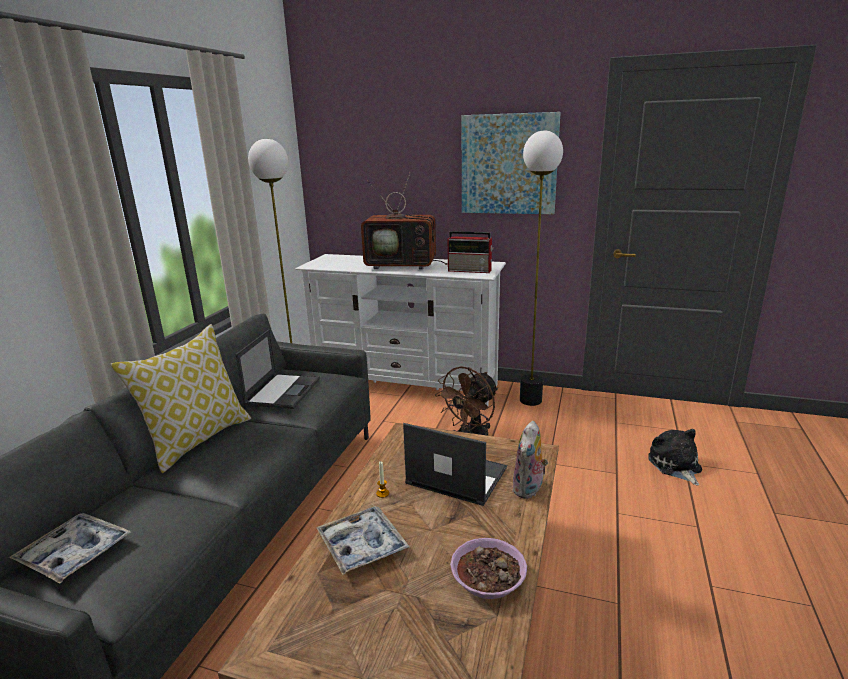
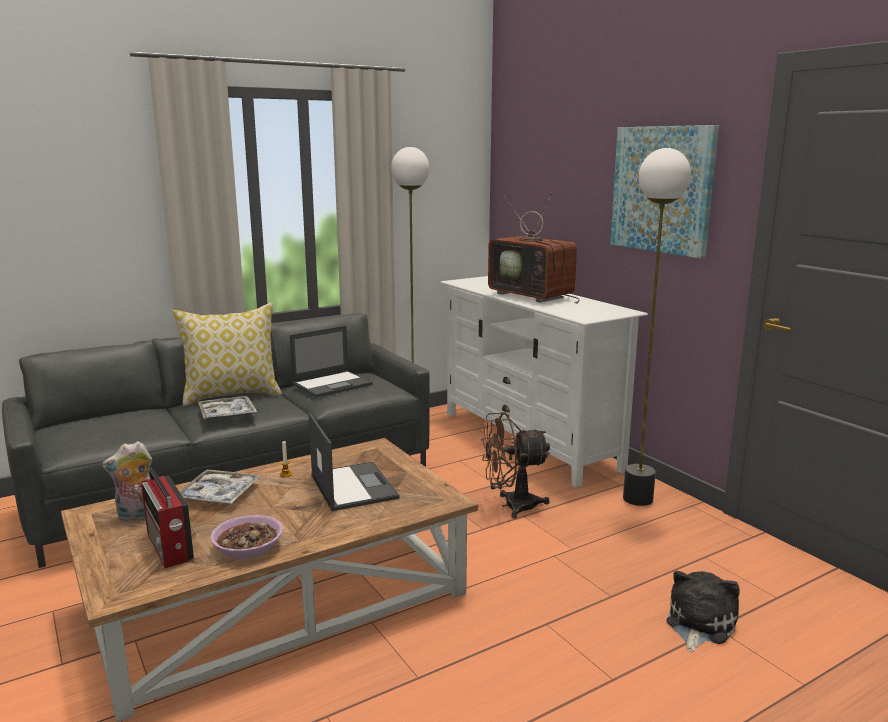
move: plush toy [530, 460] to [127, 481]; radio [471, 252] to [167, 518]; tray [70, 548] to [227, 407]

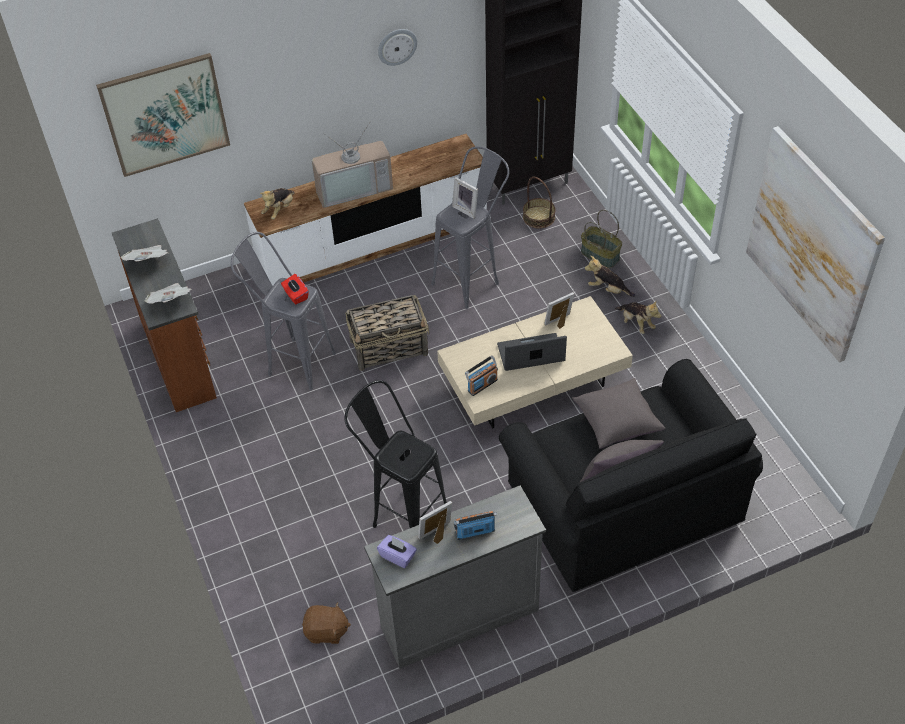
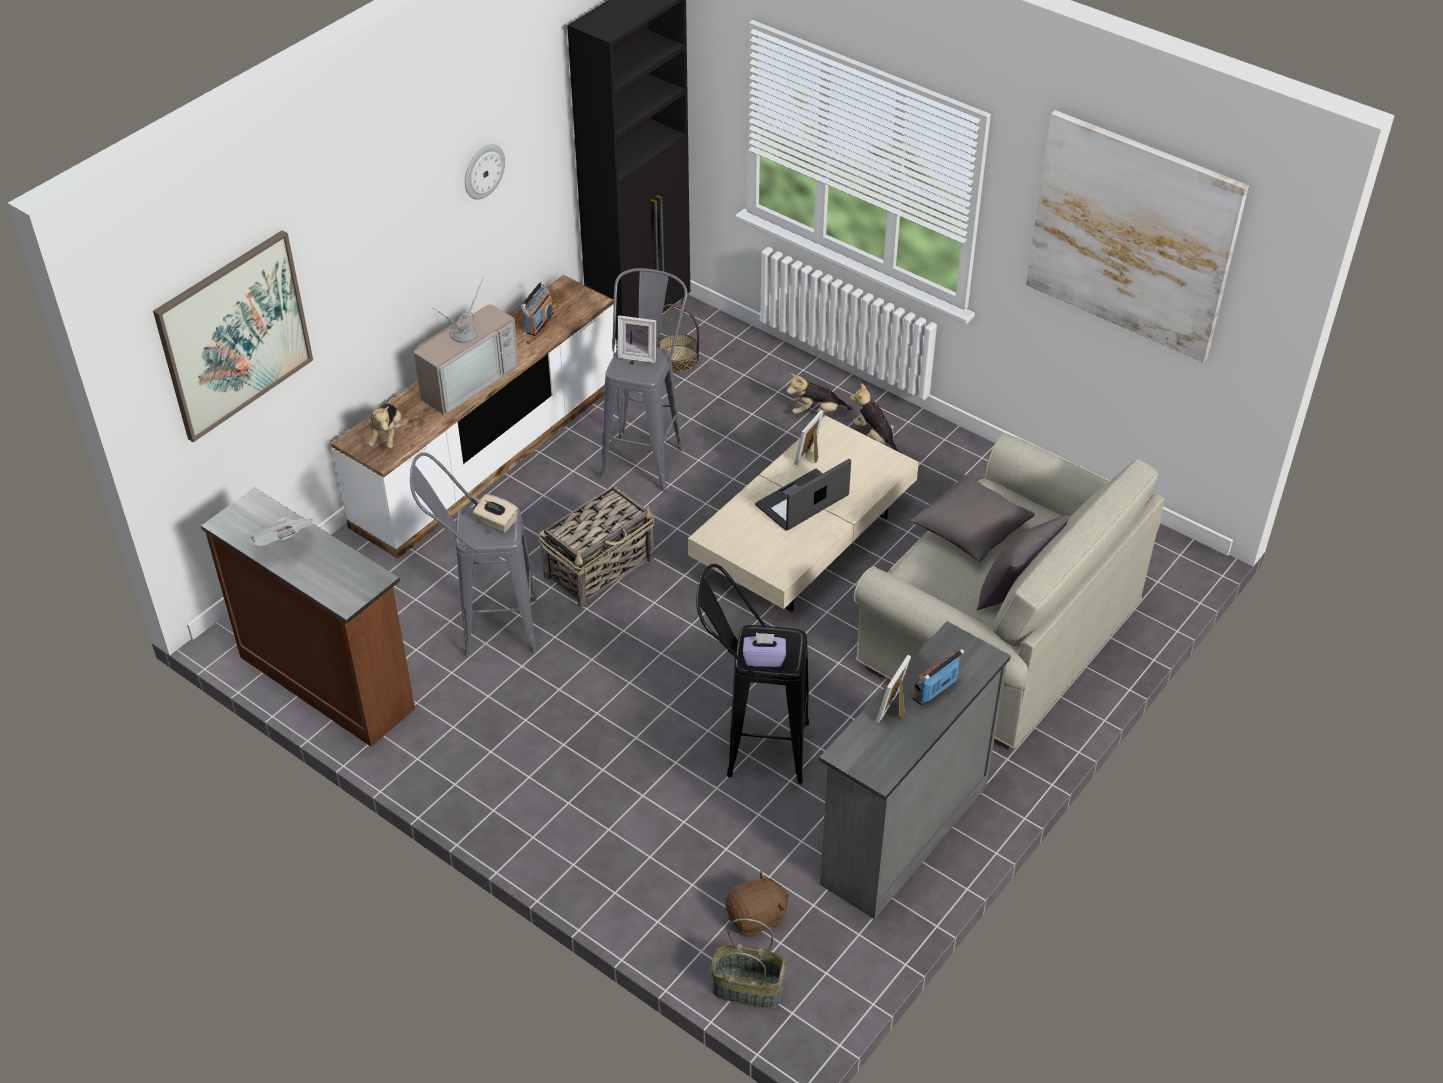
delete: newspaper [168, 293]
move: radio [481, 375] to [537, 309]; basket [601, 239] to [748, 963]; tissue box/purple [397, 551] to [764, 650]
recolor: tissue box/red [295, 289] to tissue box/beige [495, 513]; sofa/black [631, 475] to sofa/beige [1009, 591]
rotate: plush toy [638, 318] = [876, 418] 150 degrees counterclockwise

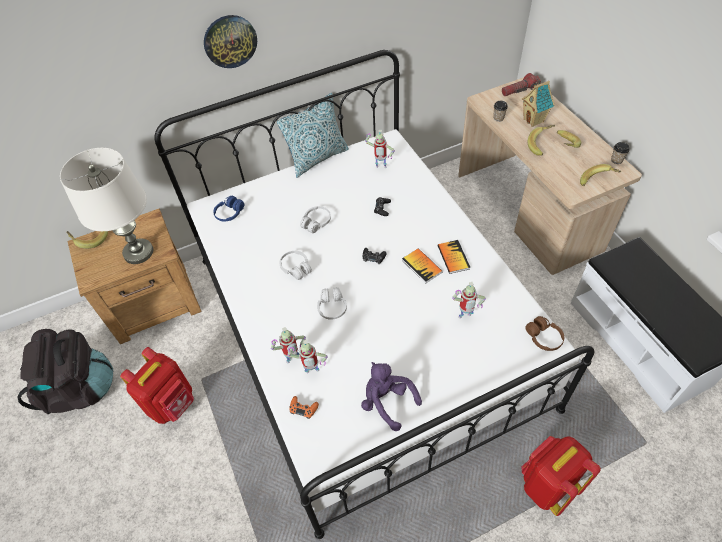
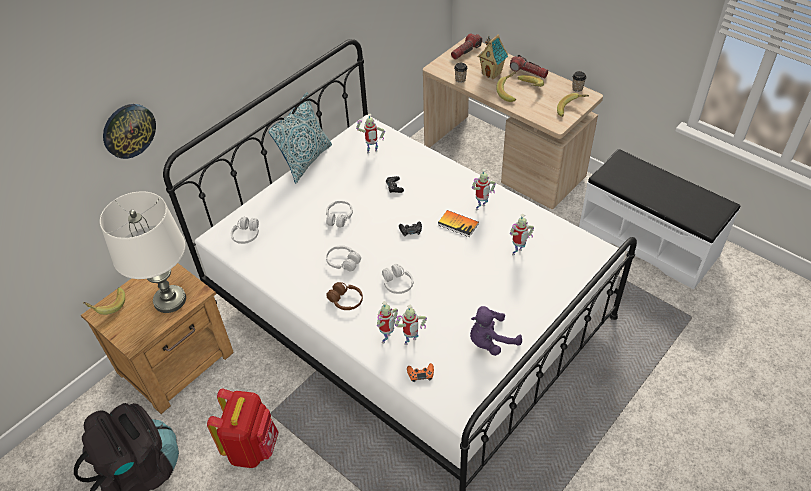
delete: backpack/red [561, 476]
insert: flashlight [529, 66]
move: wall clock [230, 41] to [129, 131]; headphones/brown [544, 333] to [344, 296]
replace: book [454, 257] to toy robot [484, 189]
recolor: headphones/blue [228, 209] to headphones/white [245, 230]
rotate: plush toy/purple [391, 396] = [496, 331] 45 degrees counterclockwise

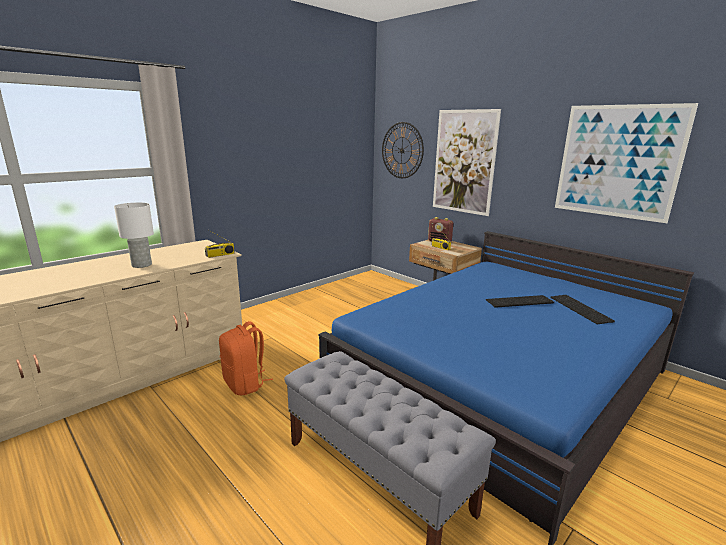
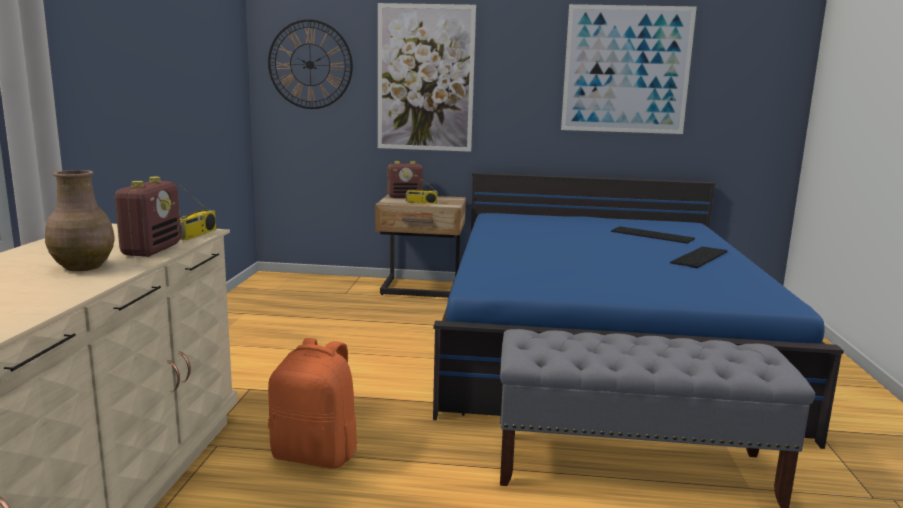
insert: radio [148, 217]
move: keyboard [520, 301] to [699, 257]
replace: table lamp/white [134, 235] to vase/brown [80, 220]

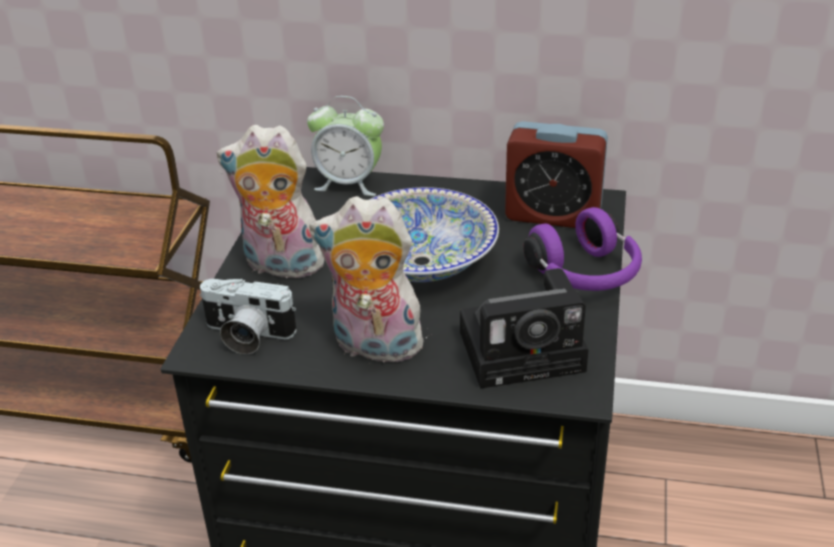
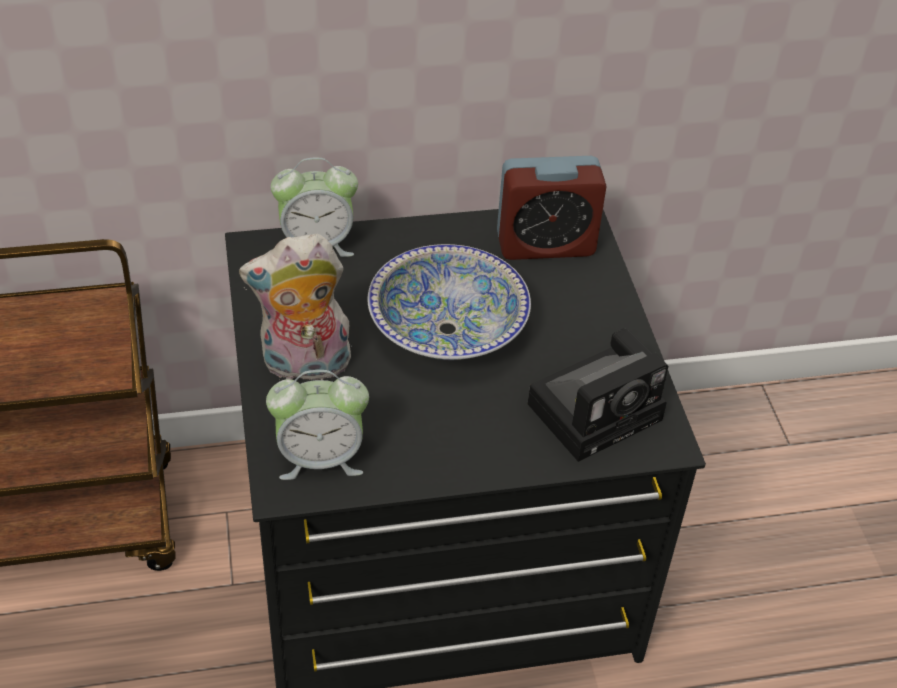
delete: plush toy [370, 282]; headphones/purple [582, 249]
replace: photo camera [248, 316] to alarm clock [317, 425]

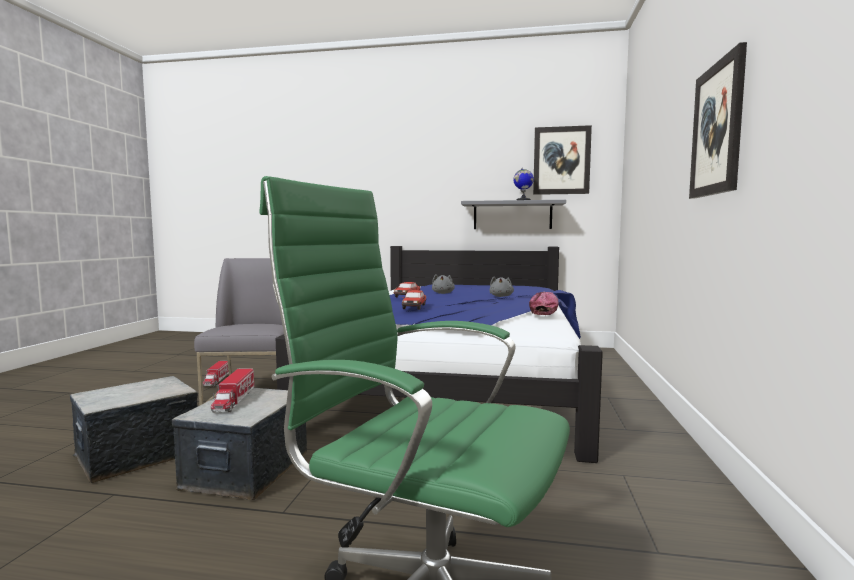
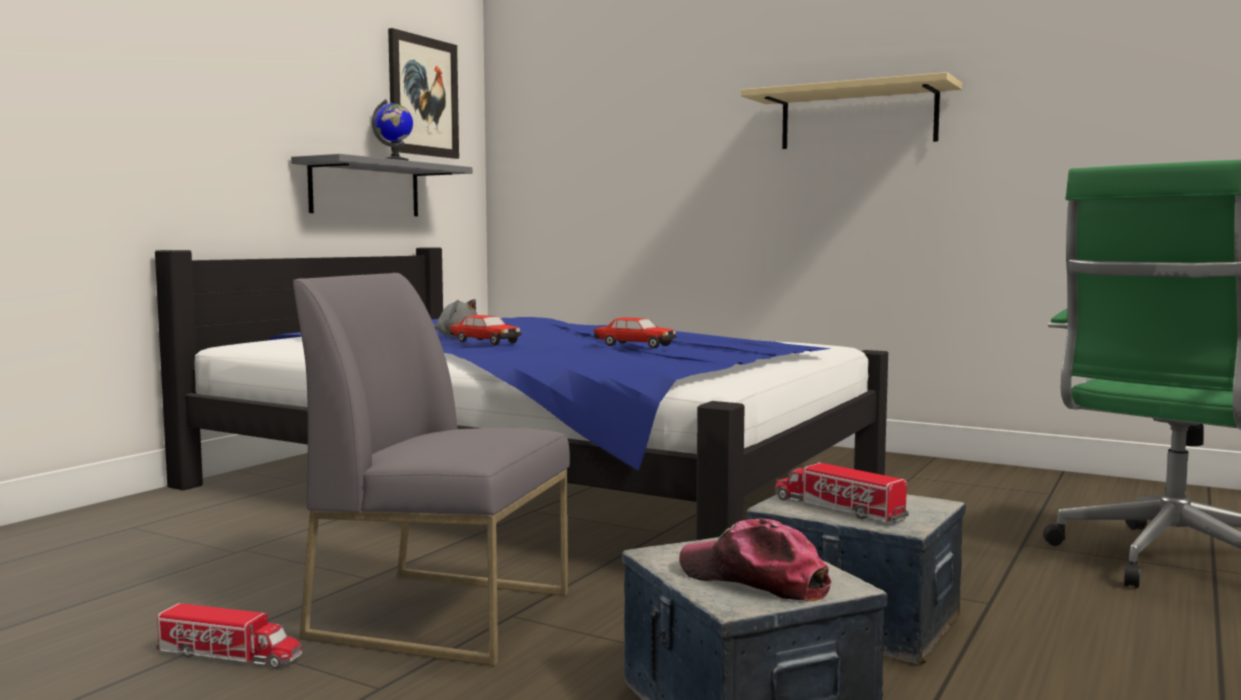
delete: plush toy/grey [501, 287]
move: cap [544, 303] to [755, 559]
replace: picture [718, 120] to shelf/beige [851, 110]
rotate: toy truck [233, 390] = [842, 492] 150 degrees counterclockwise

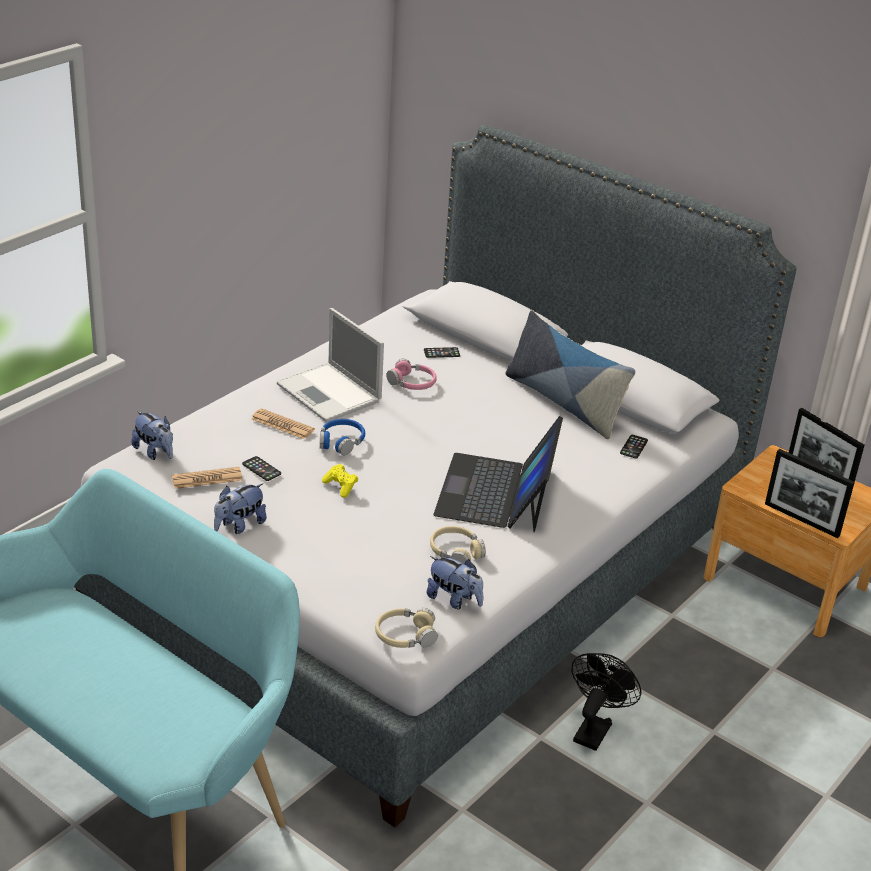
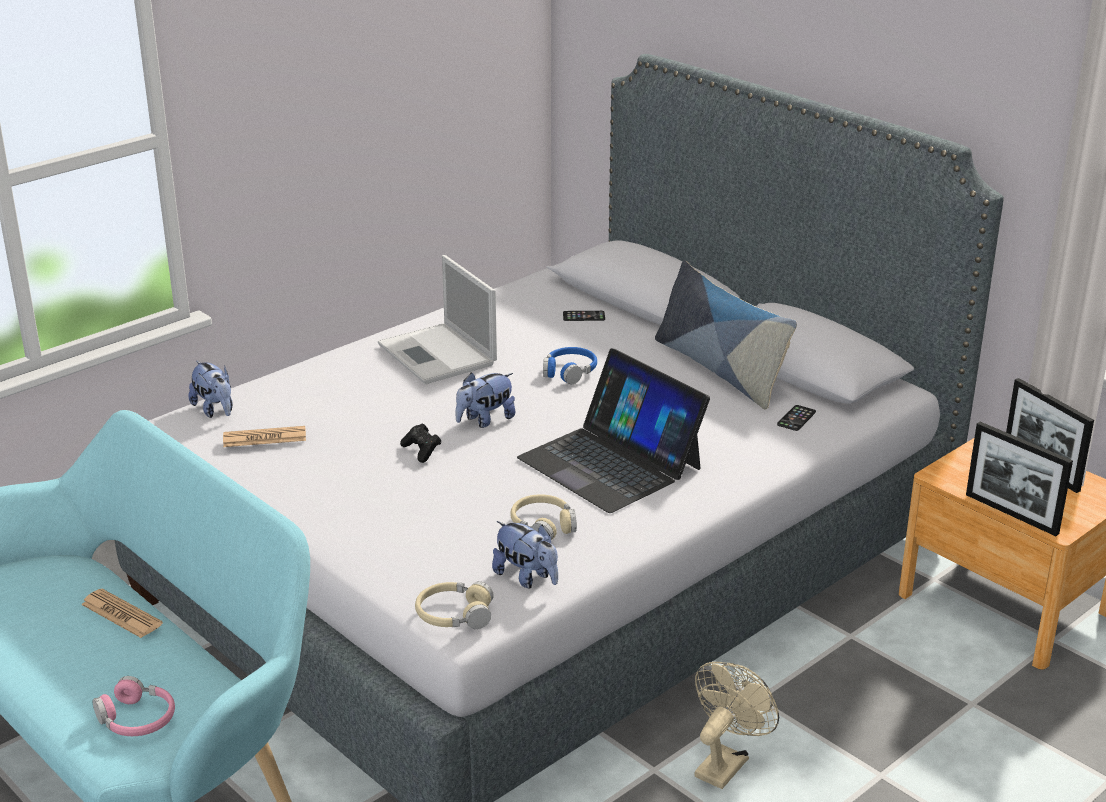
delete: phone [261, 468]
move: newspaper [283, 423] to [122, 613]; headphones/pink [411, 374] to [133, 706]; plush toy [240, 508] to [485, 400]; headphones/blue [342, 437] to [570, 365]
recolor: game controller/yellow [340, 481] to game controller/black [420, 443]; fan/black [606, 702] to fan/beige [736, 725]
rotate: laptop [498, 474] = [613, 430] 60 degrees counterclockwise

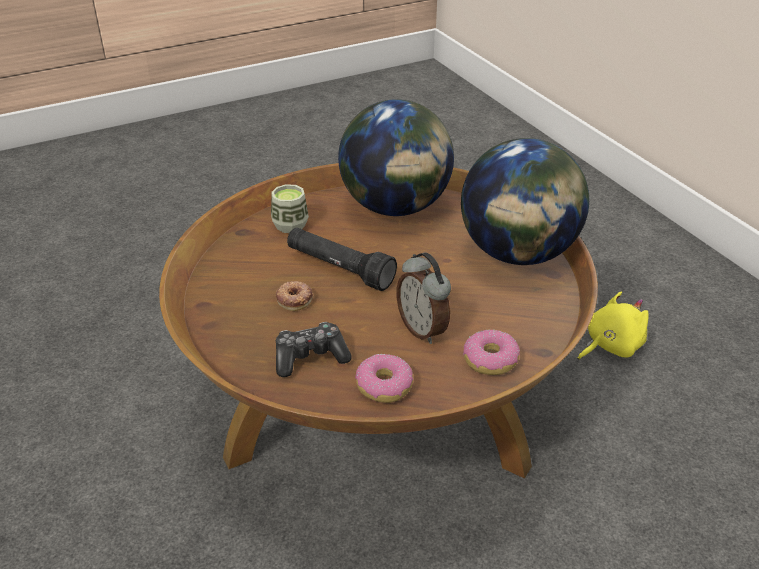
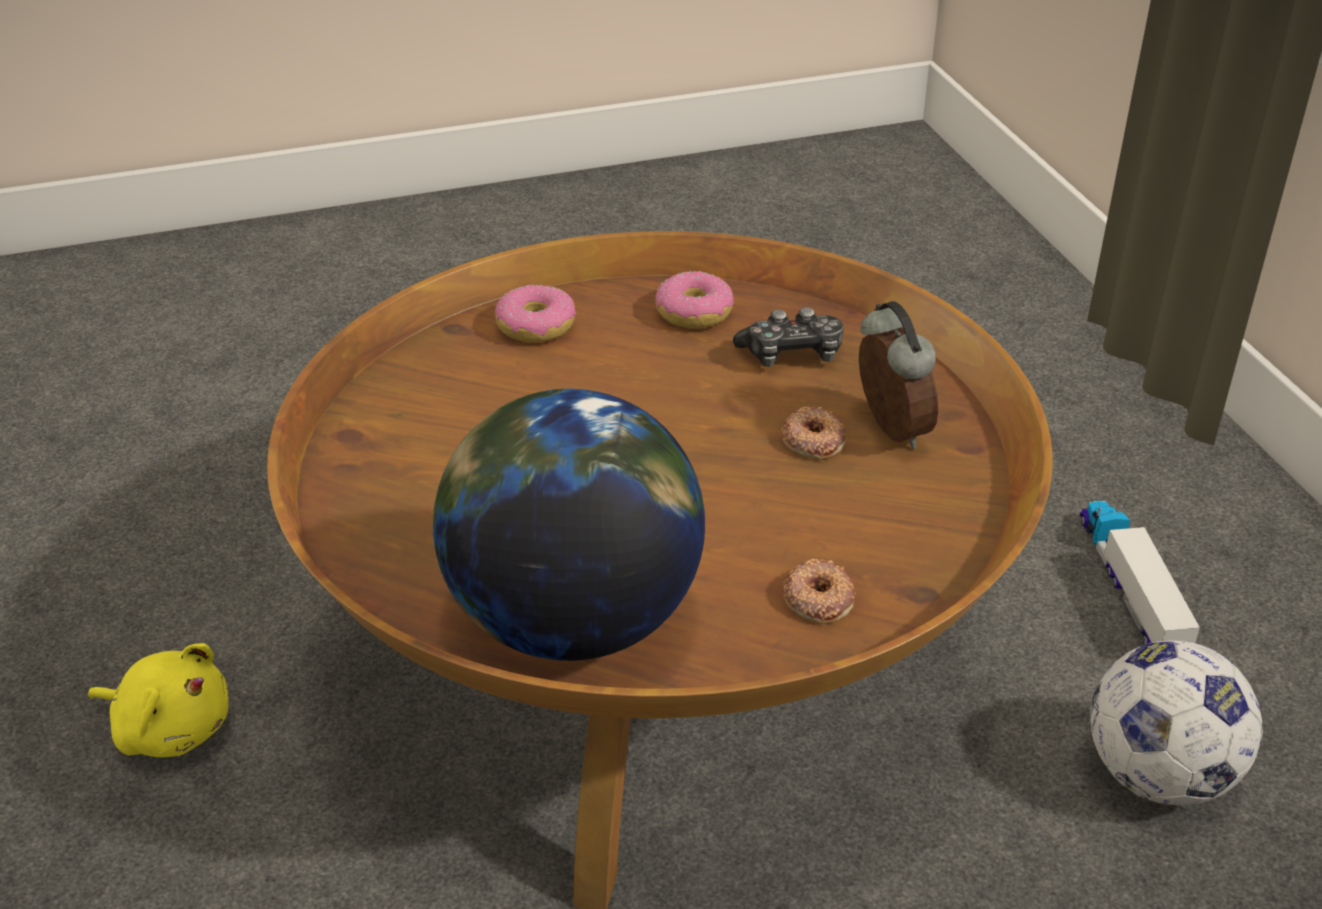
delete: flashlight/black [342, 259]; globe [525, 201]
insert: toy truck [1140, 573]; football [1176, 722]
move: alarm clock [423, 298] to [898, 375]
replace: cup [290, 208] to donut [819, 591]
rotate: plush toy/yellow [613, 326] = [158, 700] 135 degrees counterclockwise

